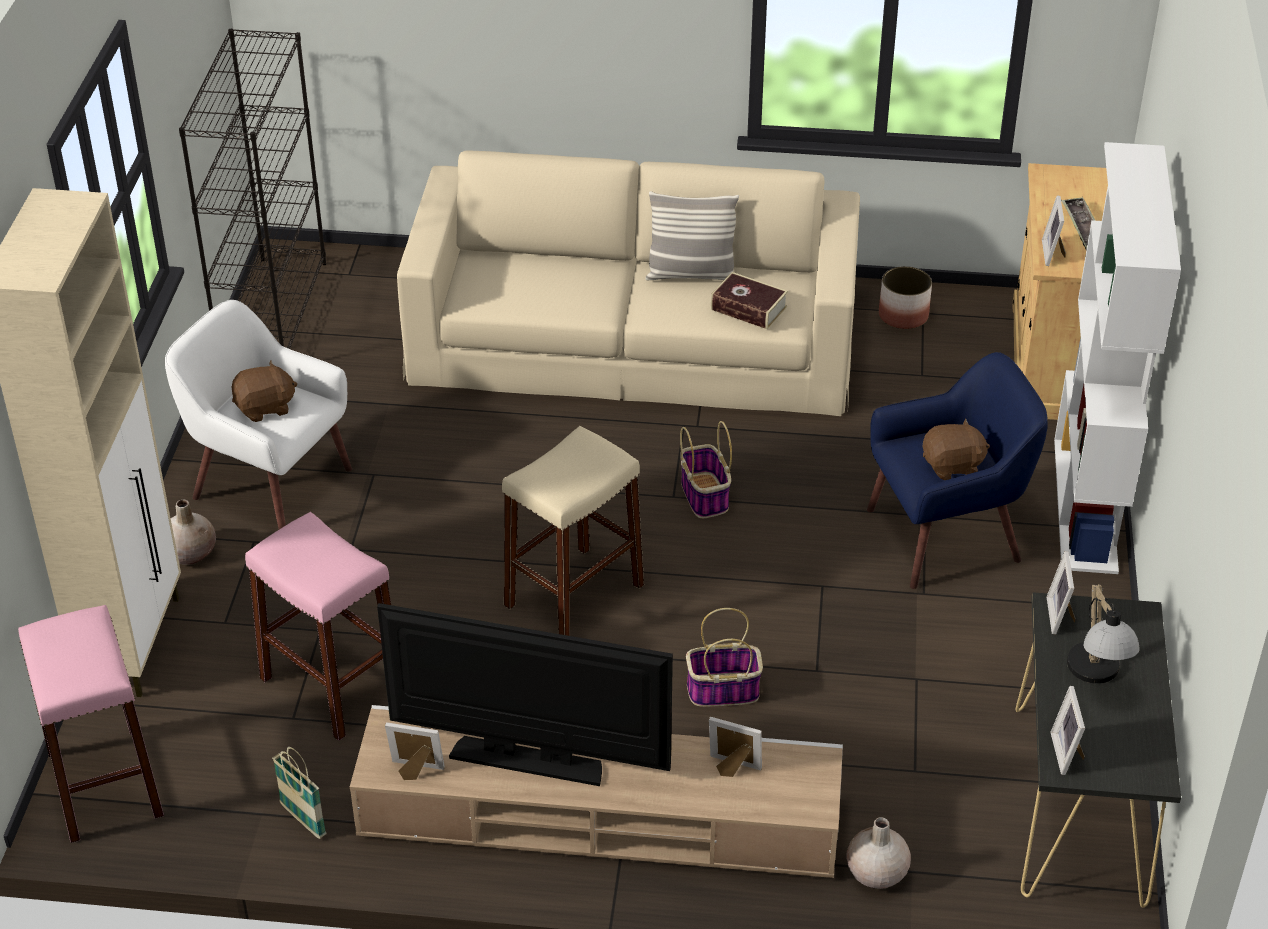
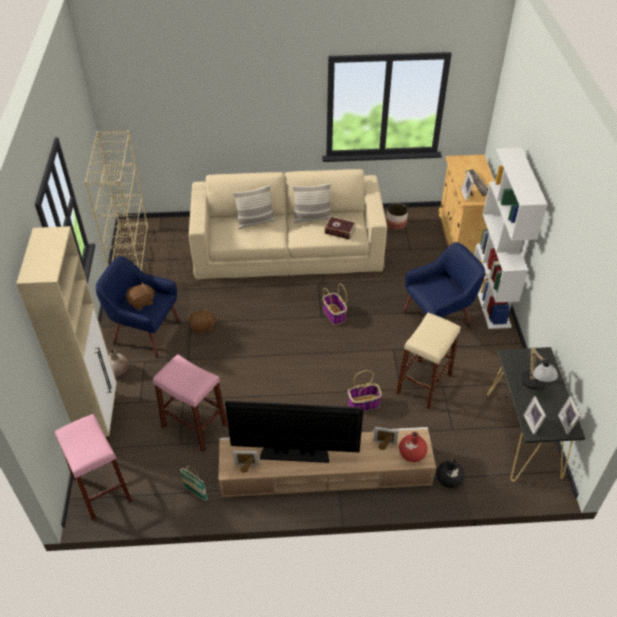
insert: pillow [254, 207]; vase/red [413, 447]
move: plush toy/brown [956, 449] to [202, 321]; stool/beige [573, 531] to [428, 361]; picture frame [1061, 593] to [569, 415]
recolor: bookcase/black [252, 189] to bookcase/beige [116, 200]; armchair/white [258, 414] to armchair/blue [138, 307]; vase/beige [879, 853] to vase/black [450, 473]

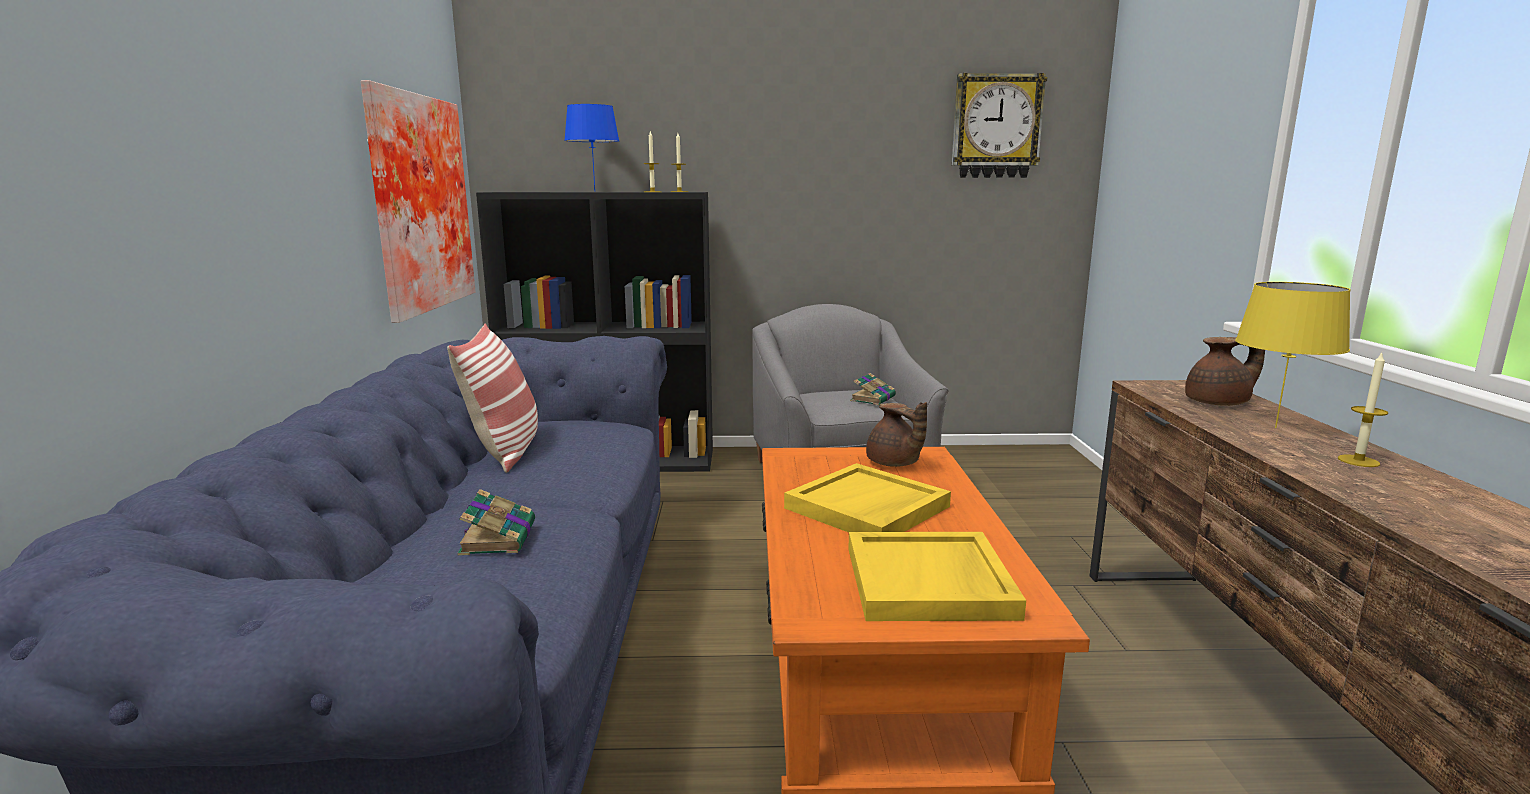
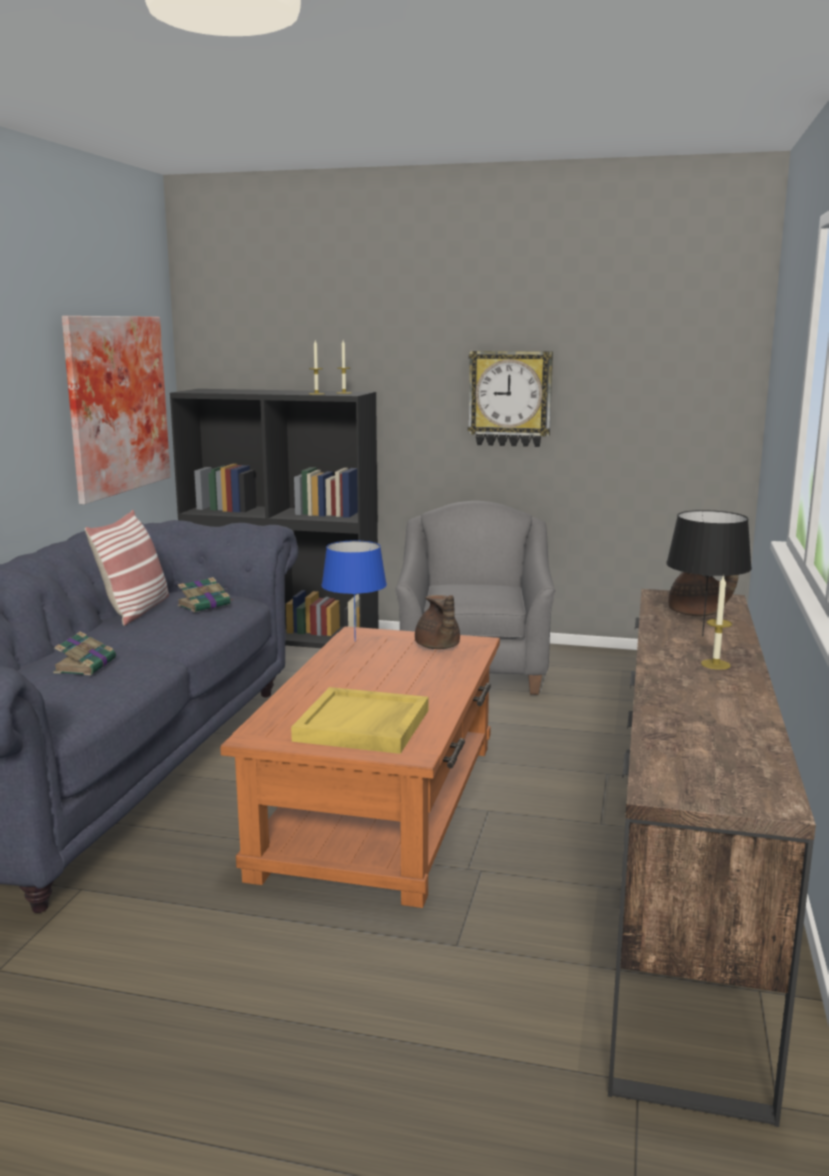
delete: tray/yellow [867, 497]
move: book [873, 389] to [205, 594]; table lamp/blue [591, 147] to [354, 590]; wall clock [999, 125] to [510, 399]
recolor: table lamp/yellow [1293, 355] to table lamp/black [709, 573]

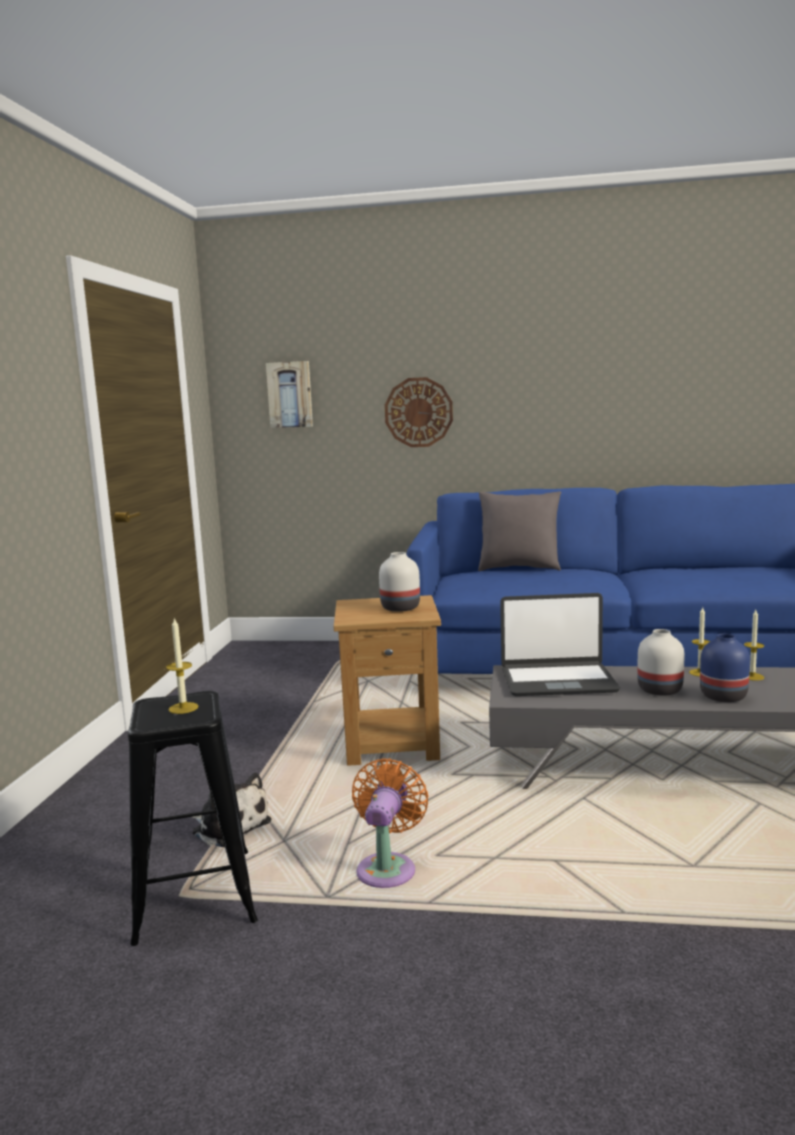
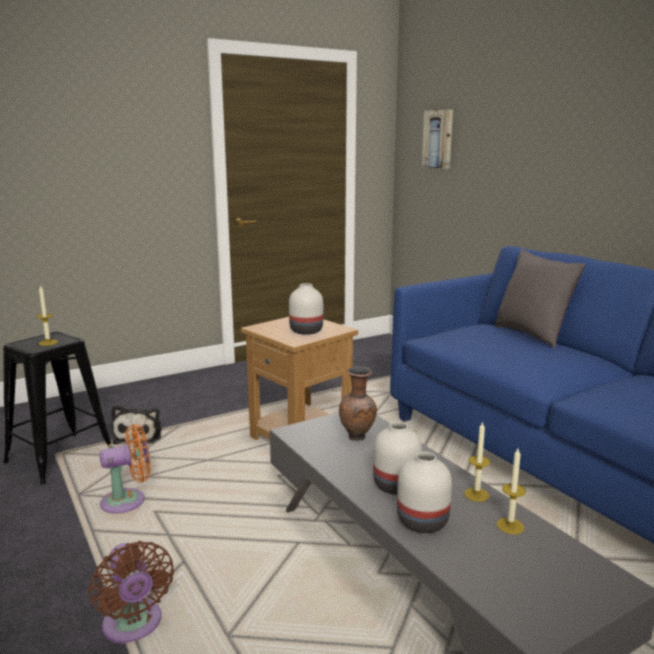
delete: wall clock [419, 412]
insert: fan/brown [131, 592]
replace: laptop [560, 644] to vase/brown [358, 403]
recolor: vase/blue [725, 667] to vase/white [424, 492]

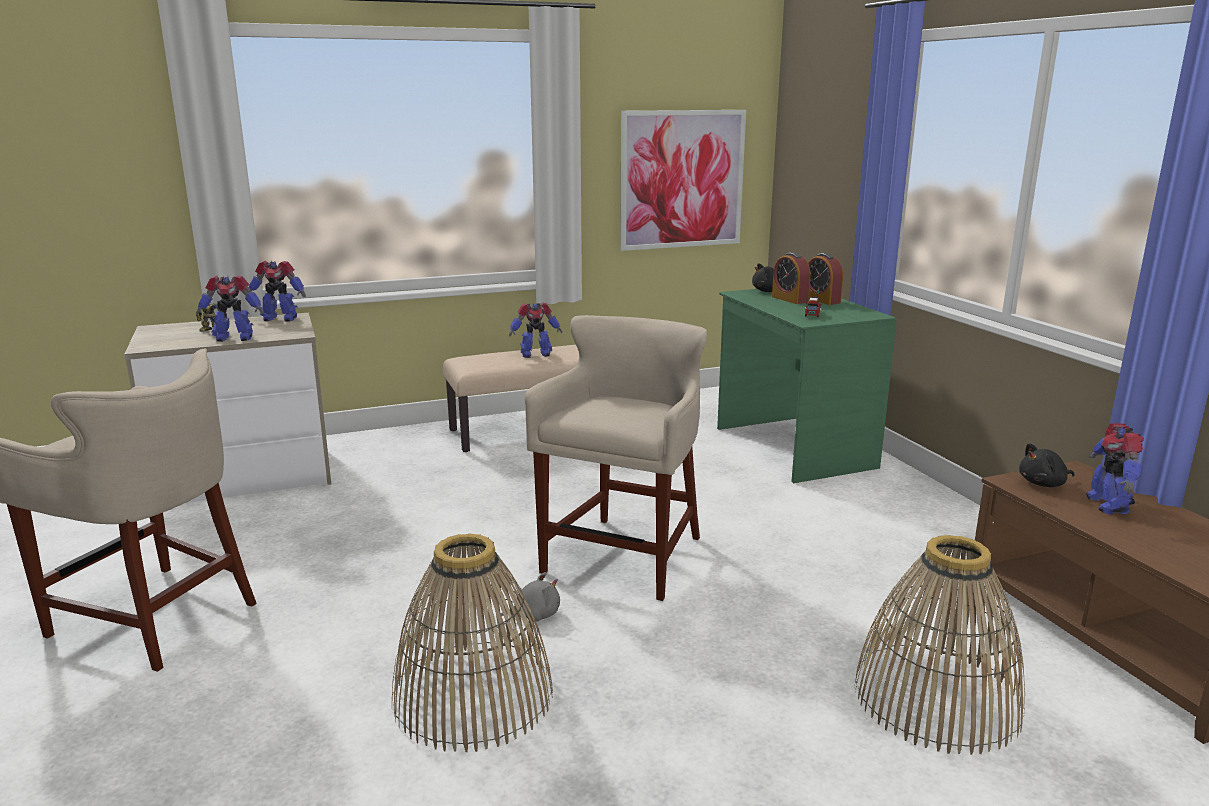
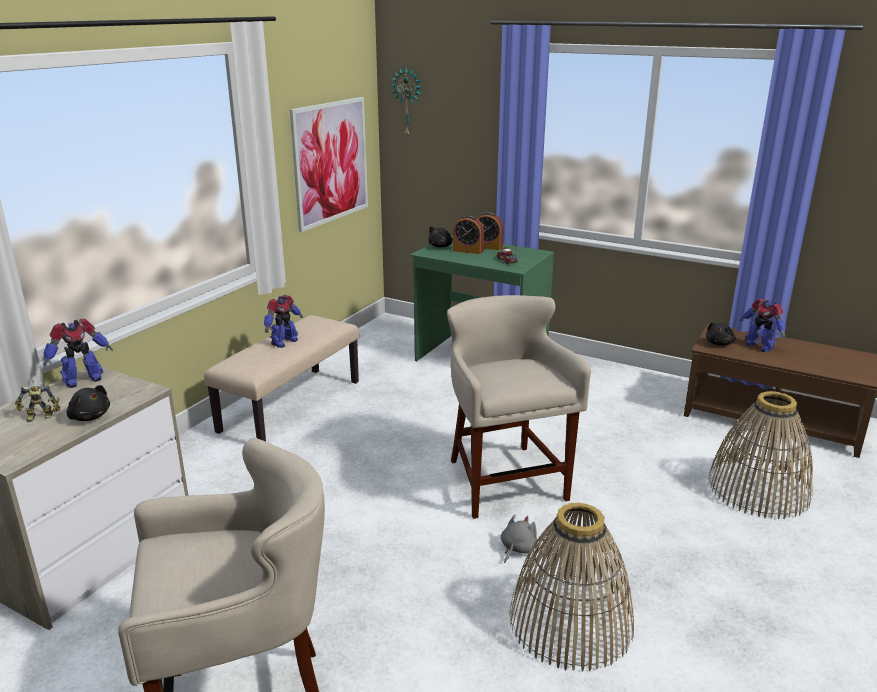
insert: wall clock [406, 101]
replace: toy robot [230, 308] to plush toy/black [88, 403]

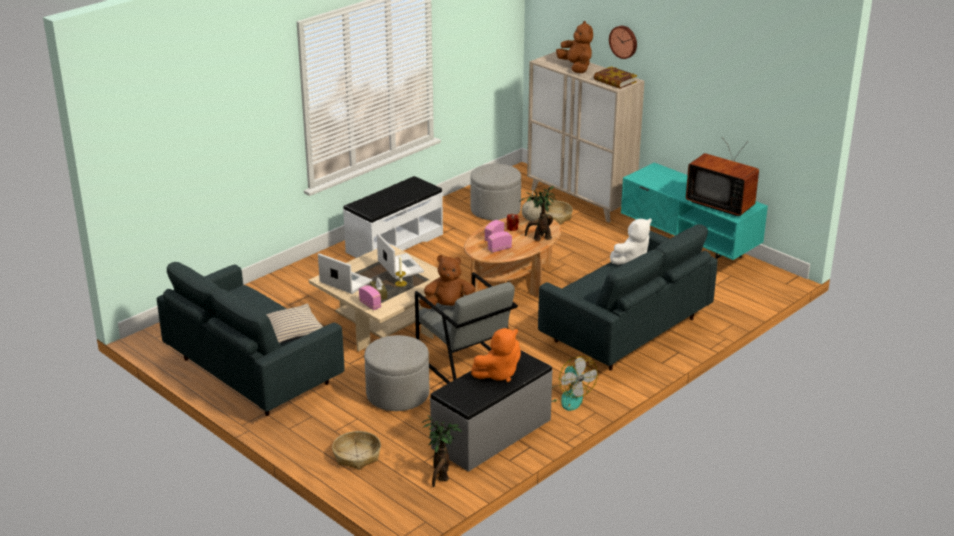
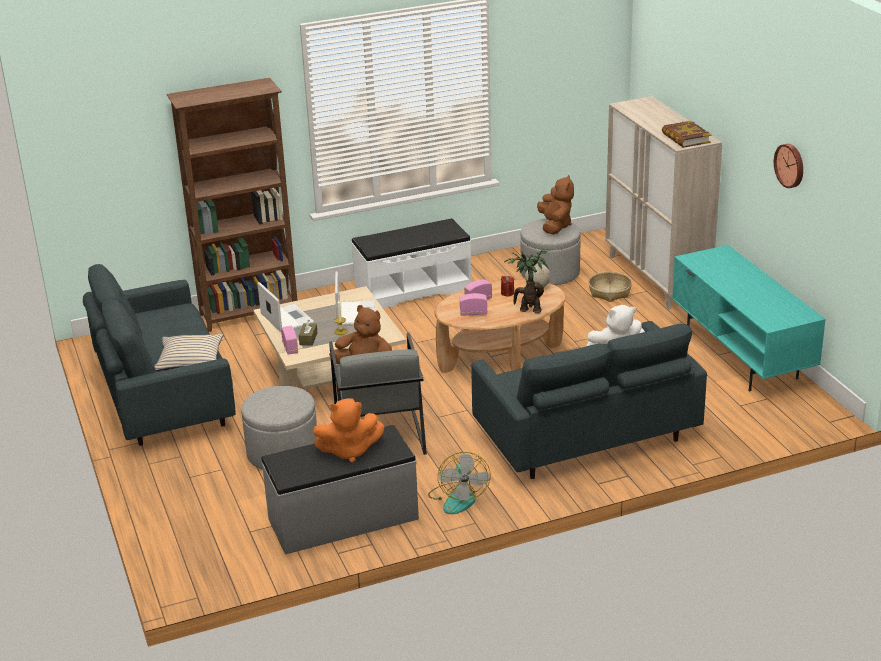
delete: basket [356, 450]; potted plant [442, 451]; television [722, 176]
insert: bookcase/brown [232, 205]
move: plush toy/brown [574, 47] to [555, 205]; wall clock [623, 42] to [788, 166]

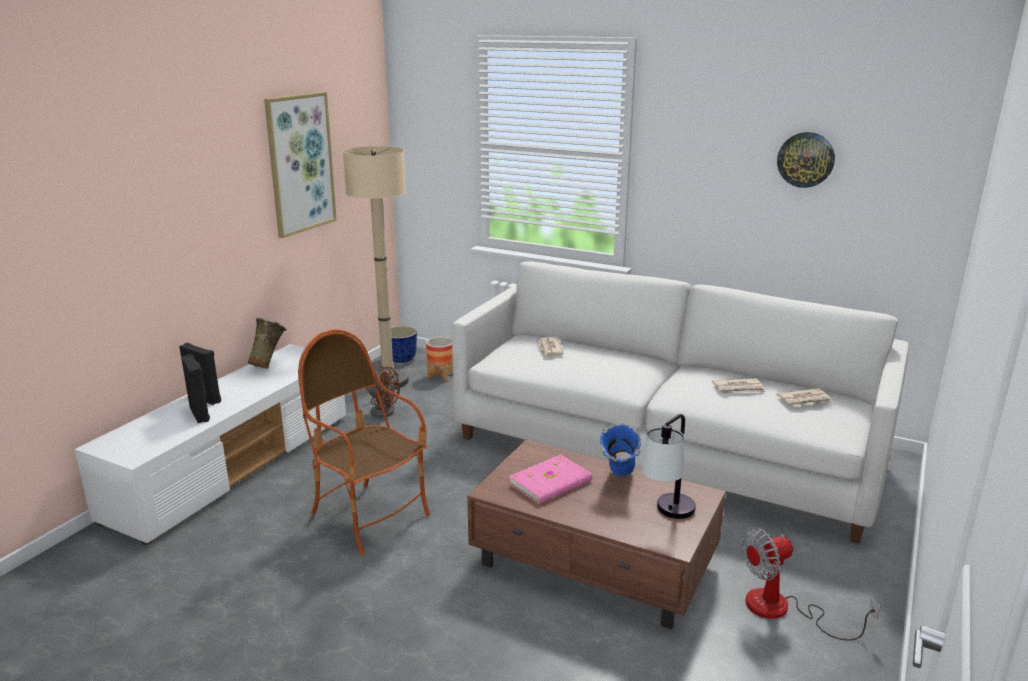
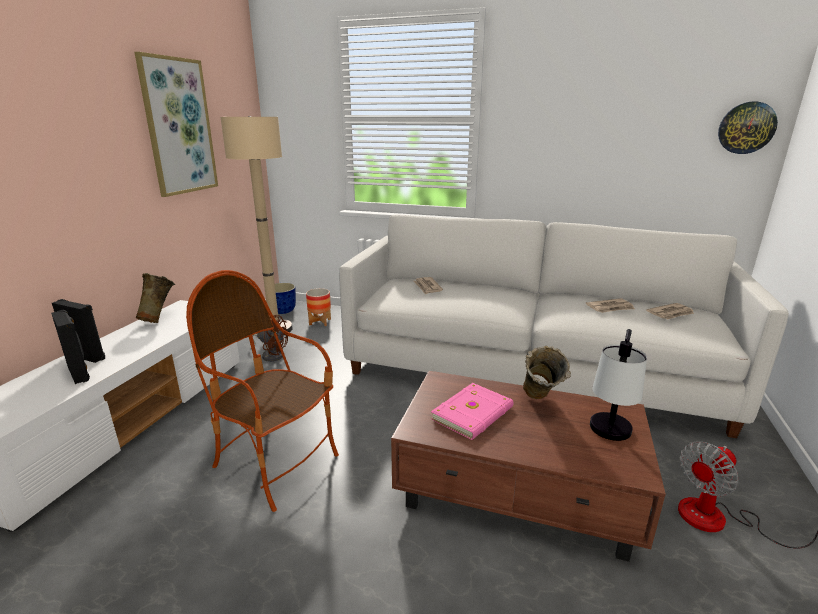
move: wall clock [806, 160] to [748, 128]
recolor: vase/blue [620, 449] to vase/beige [547, 372]

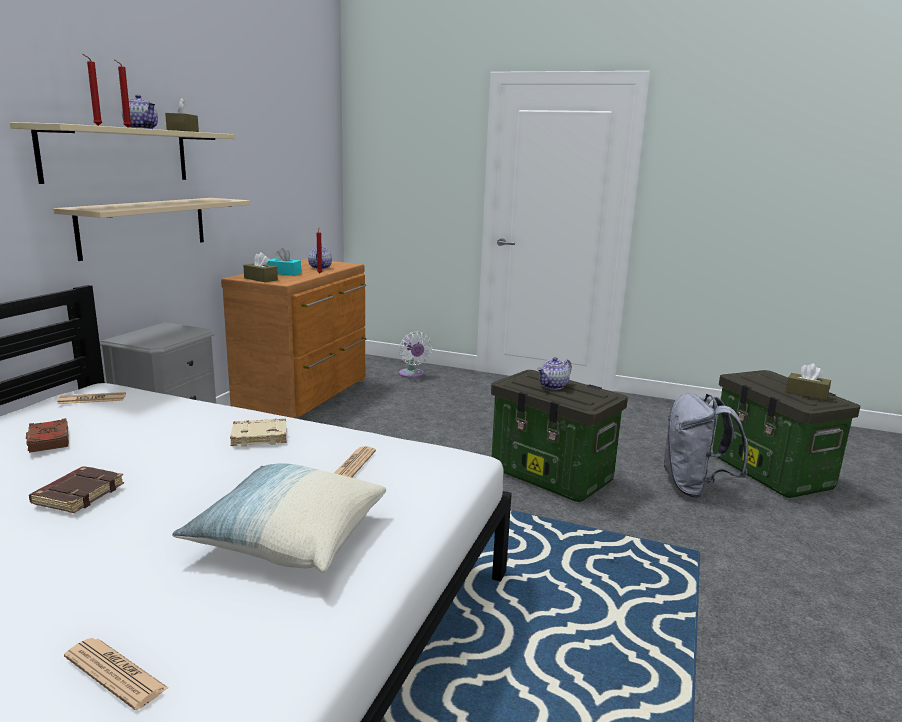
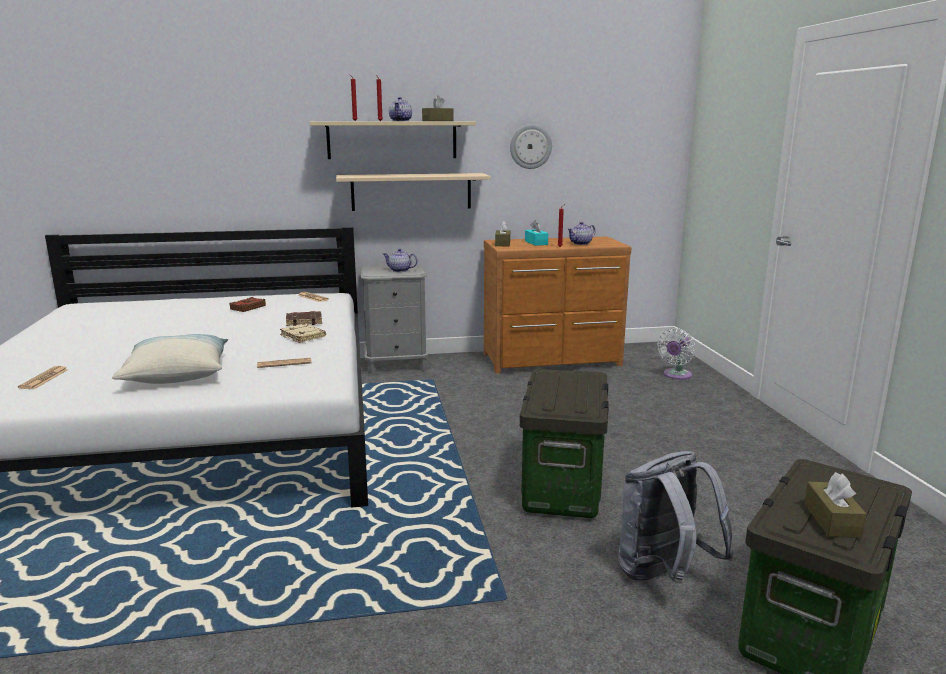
insert: wall clock [531, 146]
move: book/brown [76, 489] to [304, 318]; teapot [554, 373] to [400, 260]

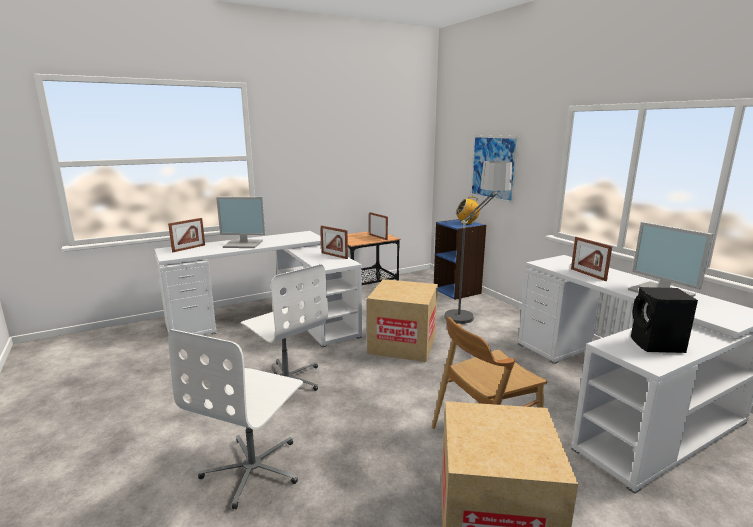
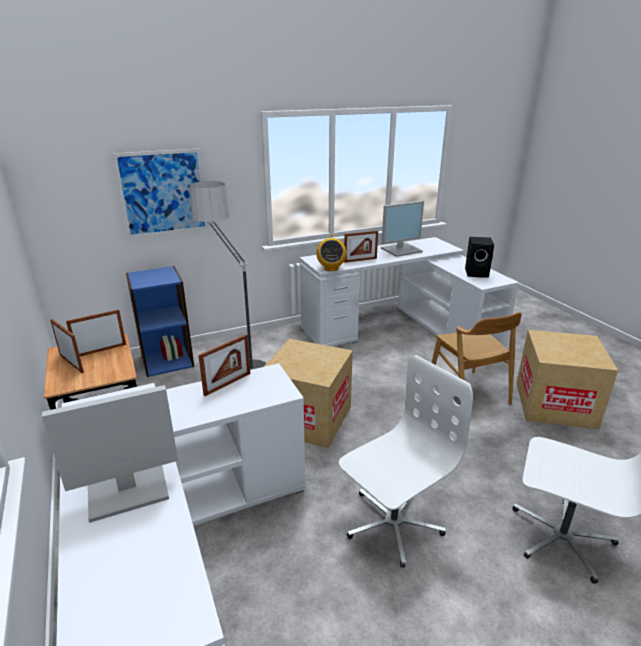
move: picture frame [186, 235] to [67, 346]; radio [468, 210] to [332, 252]
rotate: monitor [241, 222] = [110, 454] 120 degrees counterclockwise

